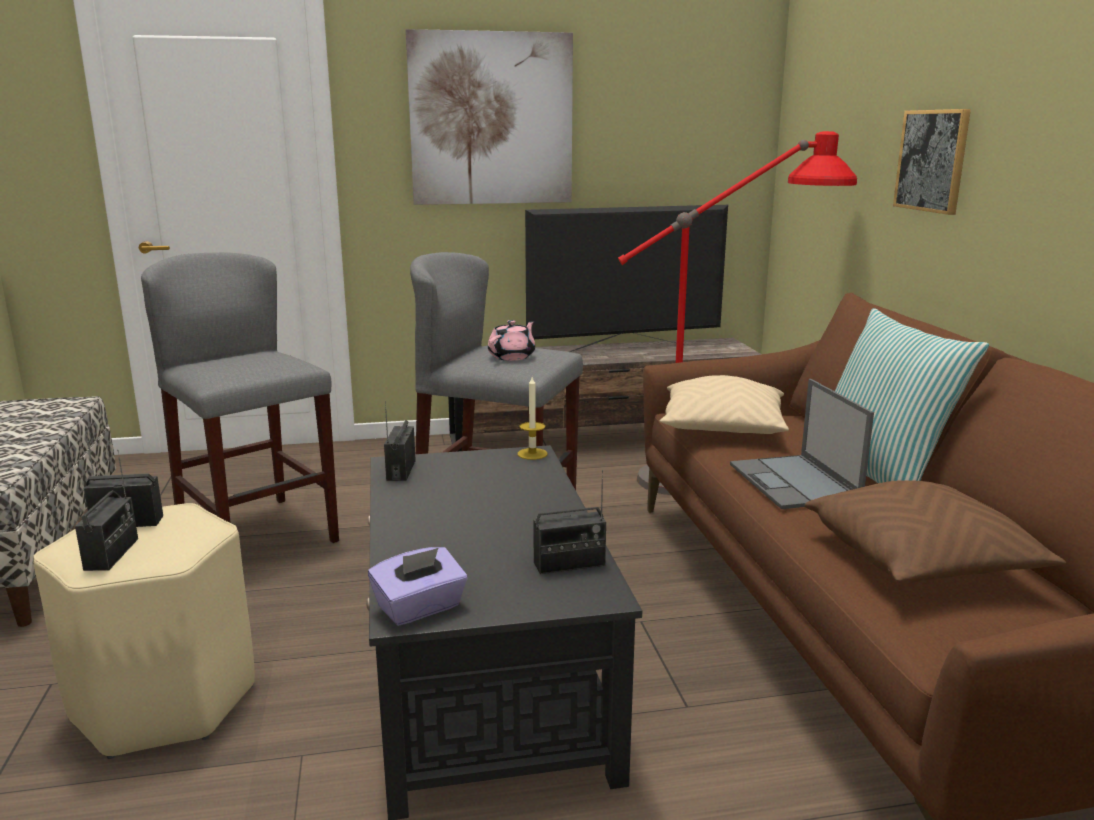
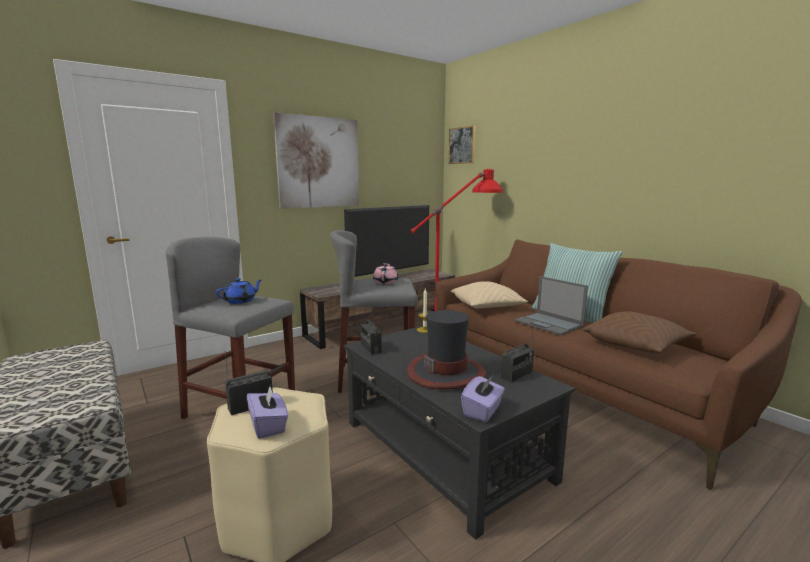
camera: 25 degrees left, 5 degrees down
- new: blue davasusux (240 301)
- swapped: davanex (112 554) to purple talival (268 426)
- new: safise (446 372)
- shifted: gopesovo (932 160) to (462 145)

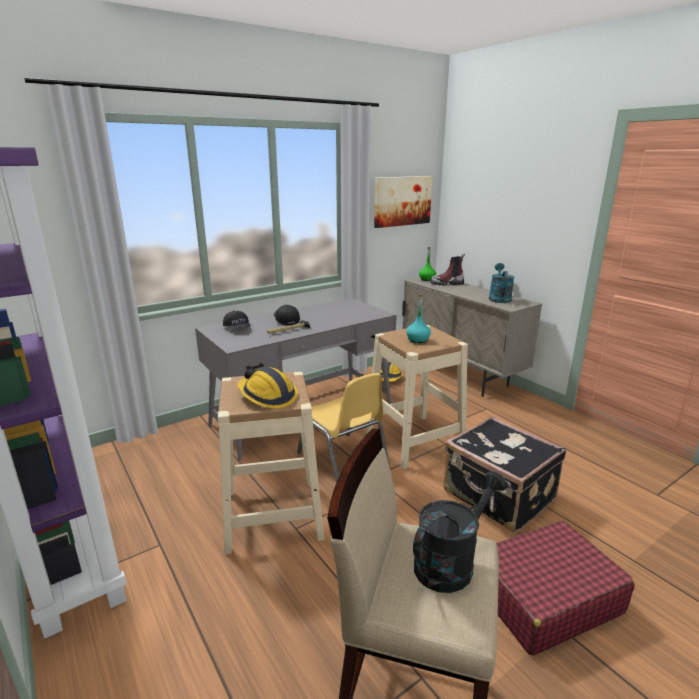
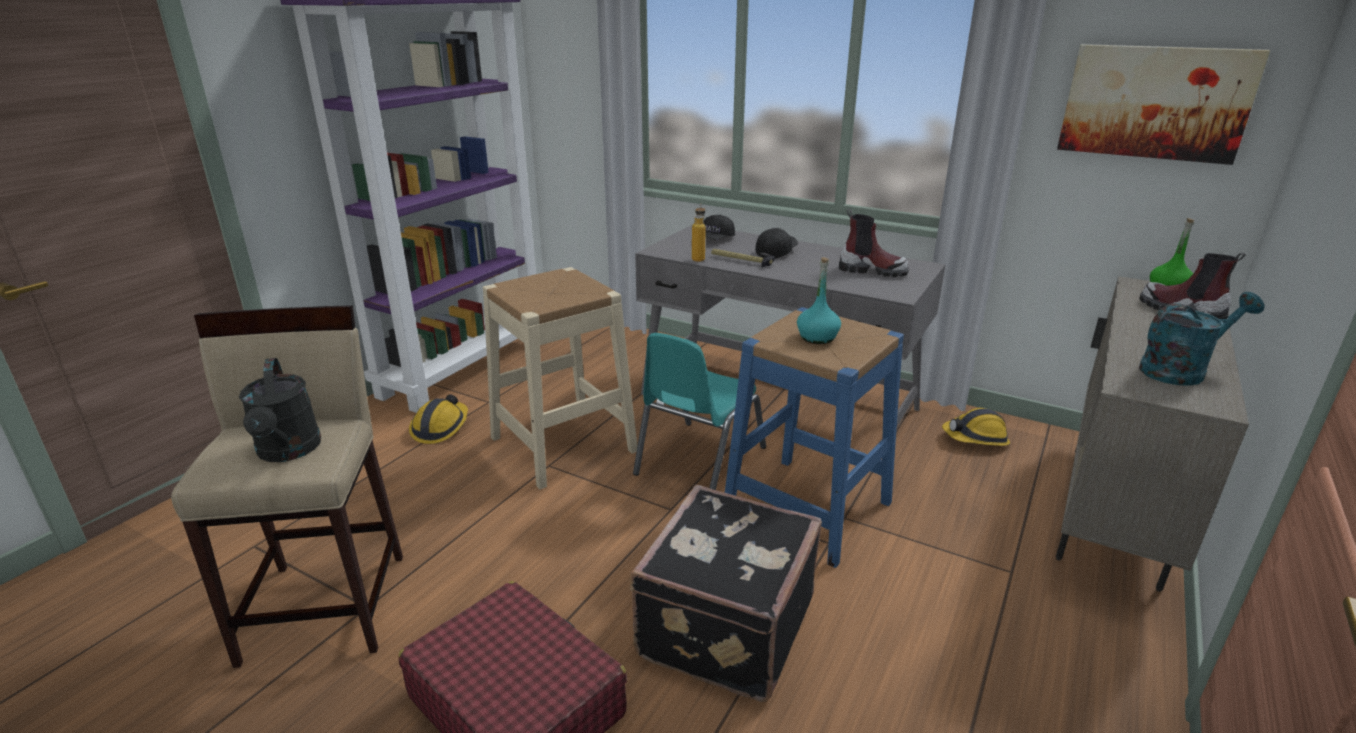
camera: 65 degrees right, 5 degrees up
- rotated: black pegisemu (451 561) = (288 452) 45 degrees clockwise
- shifted: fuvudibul (267 396) to (440 427)
- repainted: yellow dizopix (343 461) to turquoise dizopix (698 460)
- new: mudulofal (698 258)
- repainted: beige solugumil (414 440) to blue solugumil (807 508)
- new: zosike (872 270)

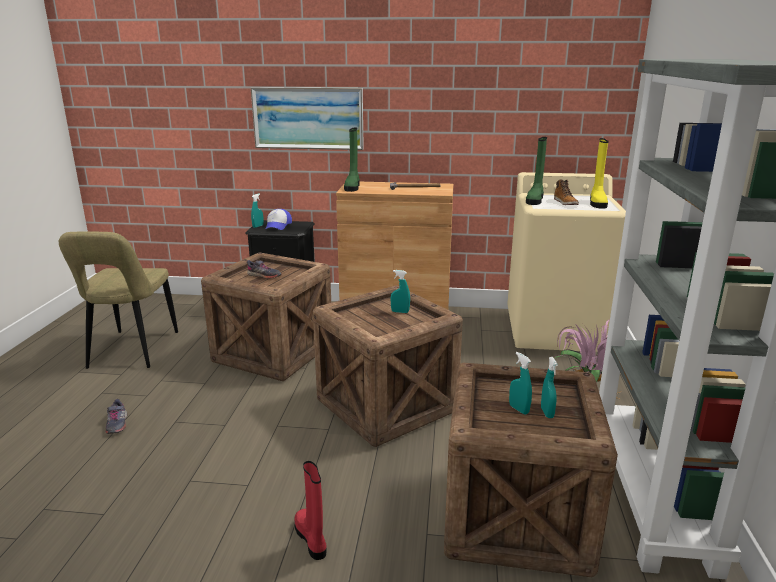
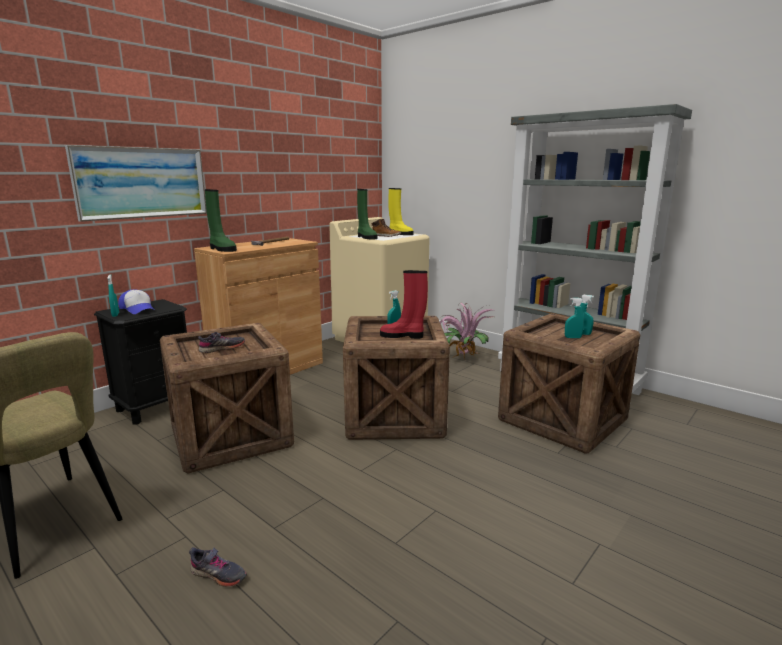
camera: 55 degrees left, 5 degrees down
- shifted: red zosike (312 539) to (403 336)

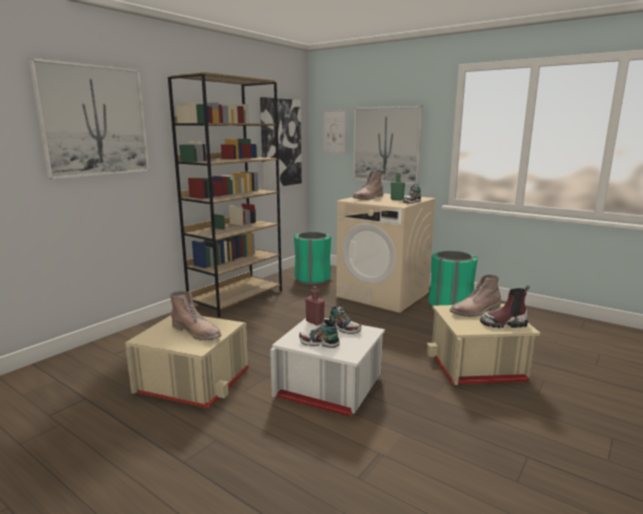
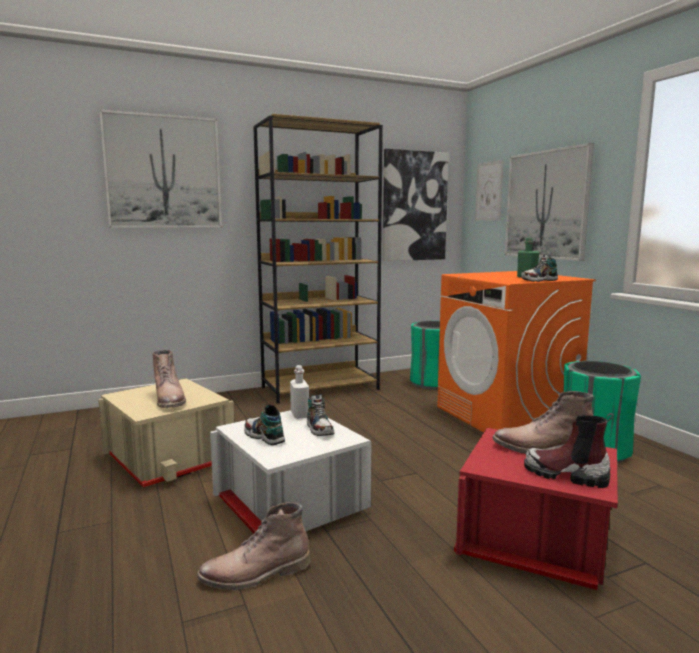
camera: 30 degrees right, 5 degrees down
- shifted: brown zosike (368 198) to (255 574)
- repainted: red mudulofal (315 322) to white mudulofal (299 414)
- repainted: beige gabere (383 294) to orange gabere (506 416)
- repainted: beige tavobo (477 366) to red tavobo (534 542)

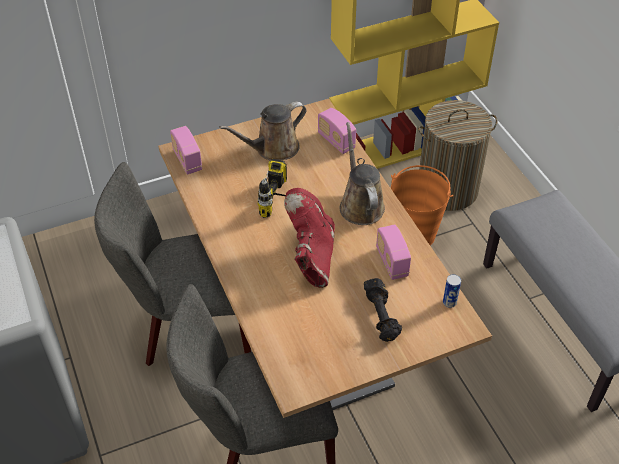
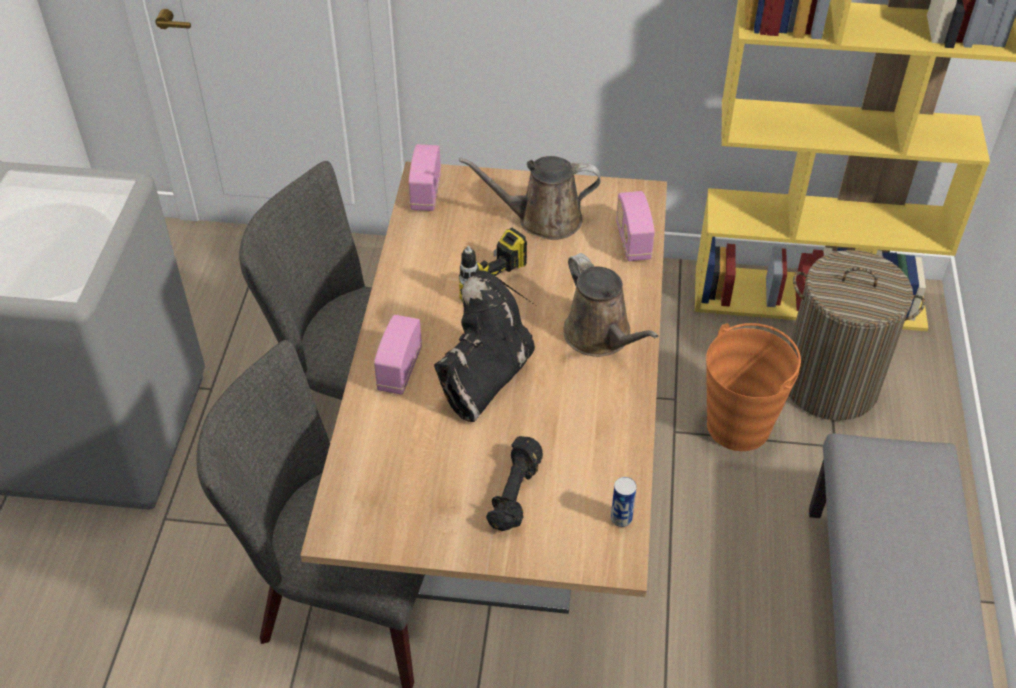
camera: 30 degrees right, 0 degrees up
- shifted: davanex (391 262) to (399 369)
- repainted: red zosike (311 258) to black zosike (484 378)
- rotated: brown pegisemu (360 204) = (601 336) 135 degrees clockwise

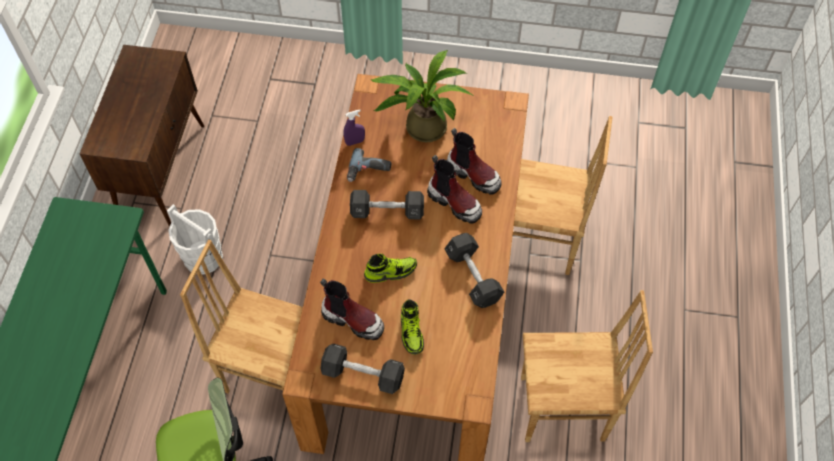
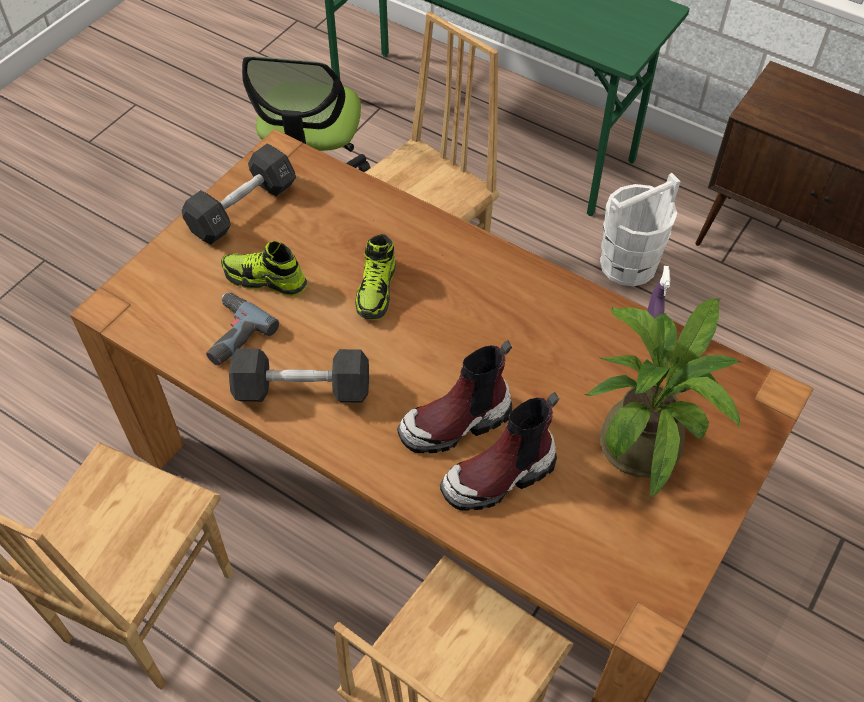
camera: 115 degrees right, 5 degrees down
- shifted: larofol (369 171) to (230 334)
- gone: zosike (353 319)
- gone: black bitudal (387 212)

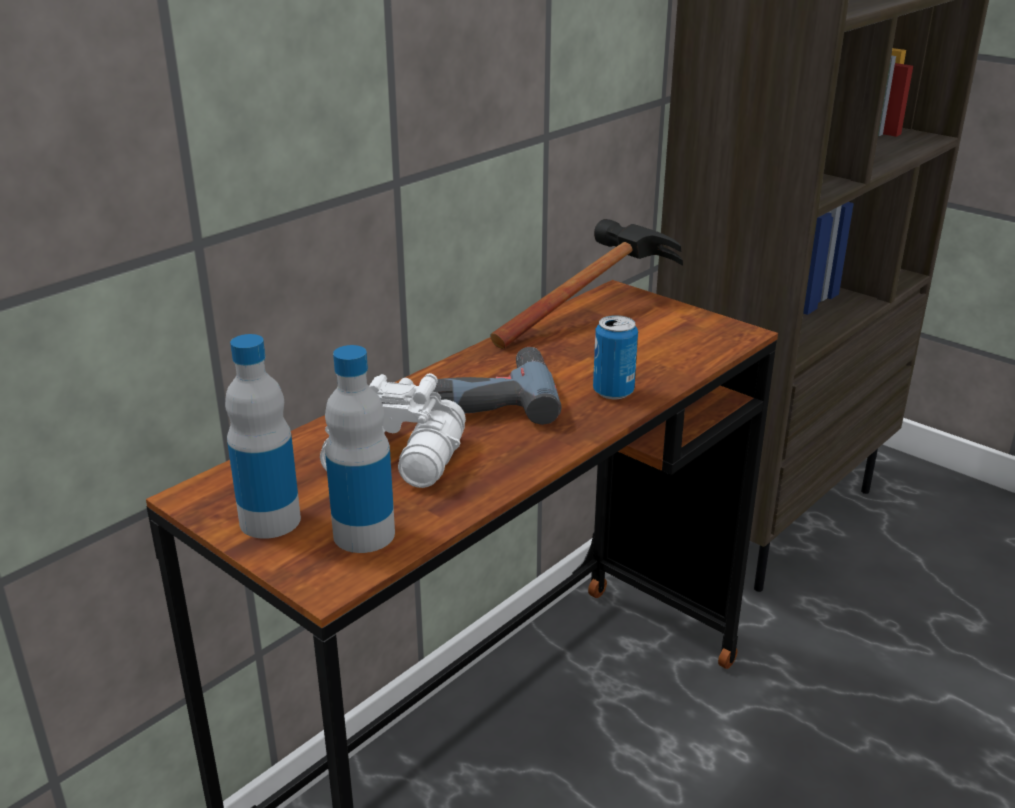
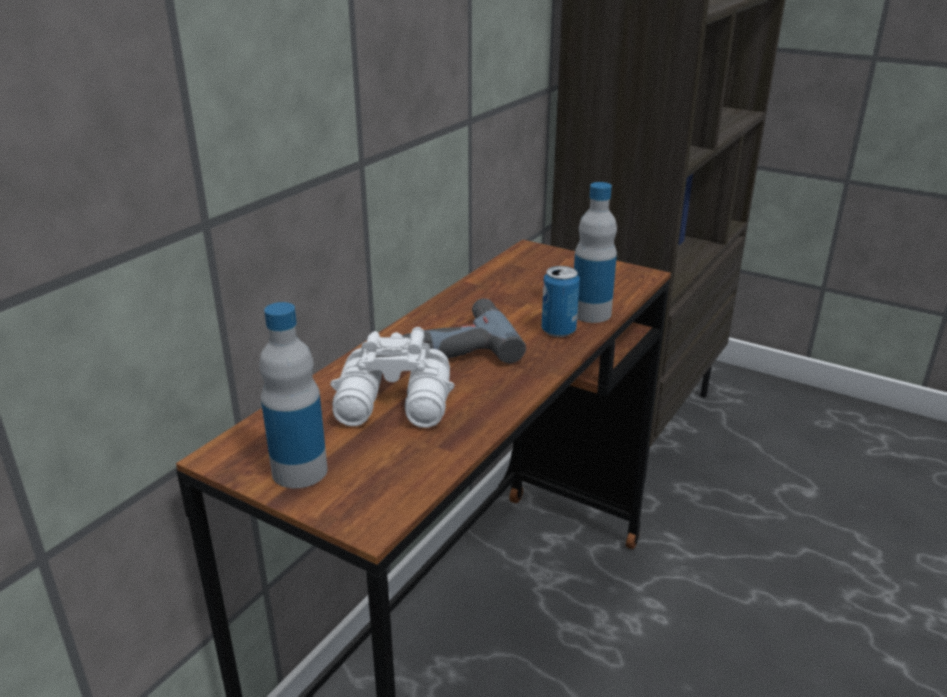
camera: 10 degrees left, 0 degrees up
- shifted: mudulofal (364 534) to (591 313)
- gone: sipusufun (593 310)

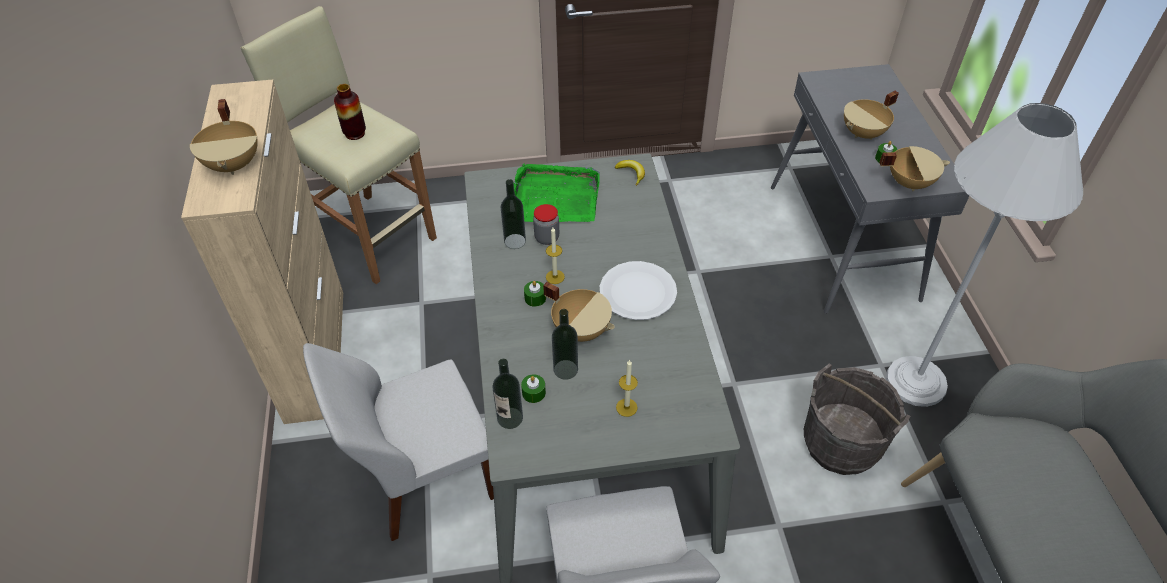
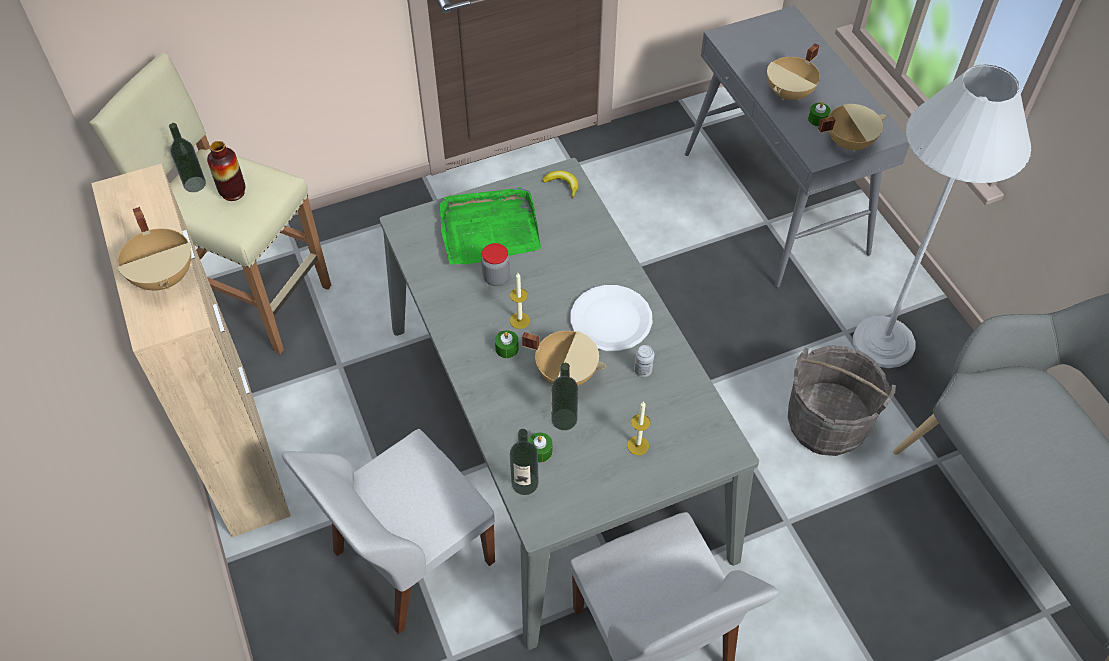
camera: 15 degrees left, 5 degrees up
- shifted: mudulofal (515 241) to (194 184)
- new: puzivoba (643 370)

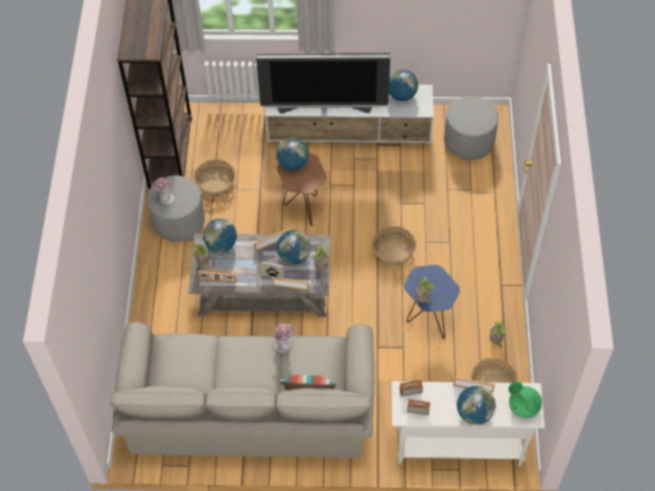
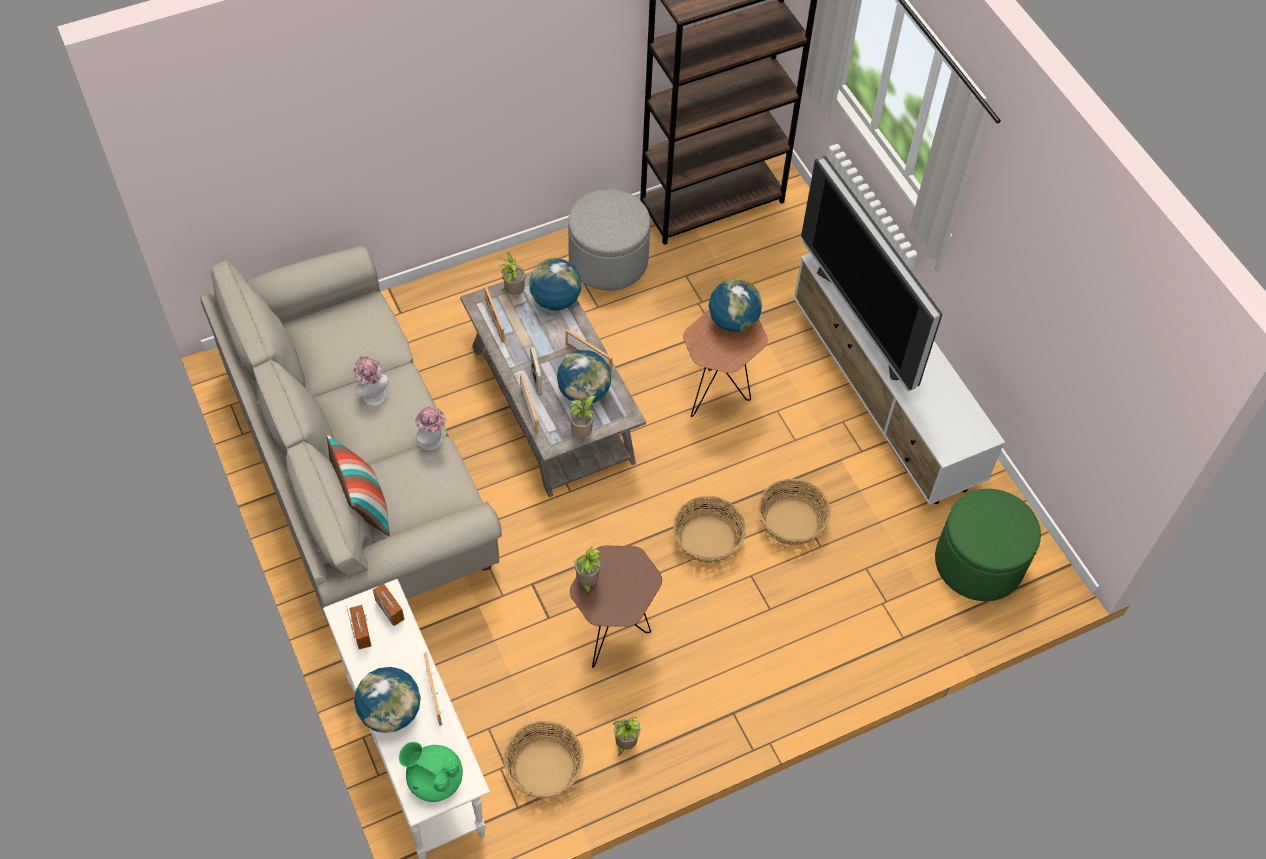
camera: 60 degrees right, 0 degrees up
- shifted: safise (164 199) to (372 393)
- rotated: green davasusux (523 406) = (434 779) 75 degrees counterclockwise
- repainted: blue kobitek (428 319) to brown kobitek (614 633)
- shifted: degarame (216 184) to (792 522)
- repainted: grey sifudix (469 141) to green sifudix (978 563)
- gone: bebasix (401 95)

